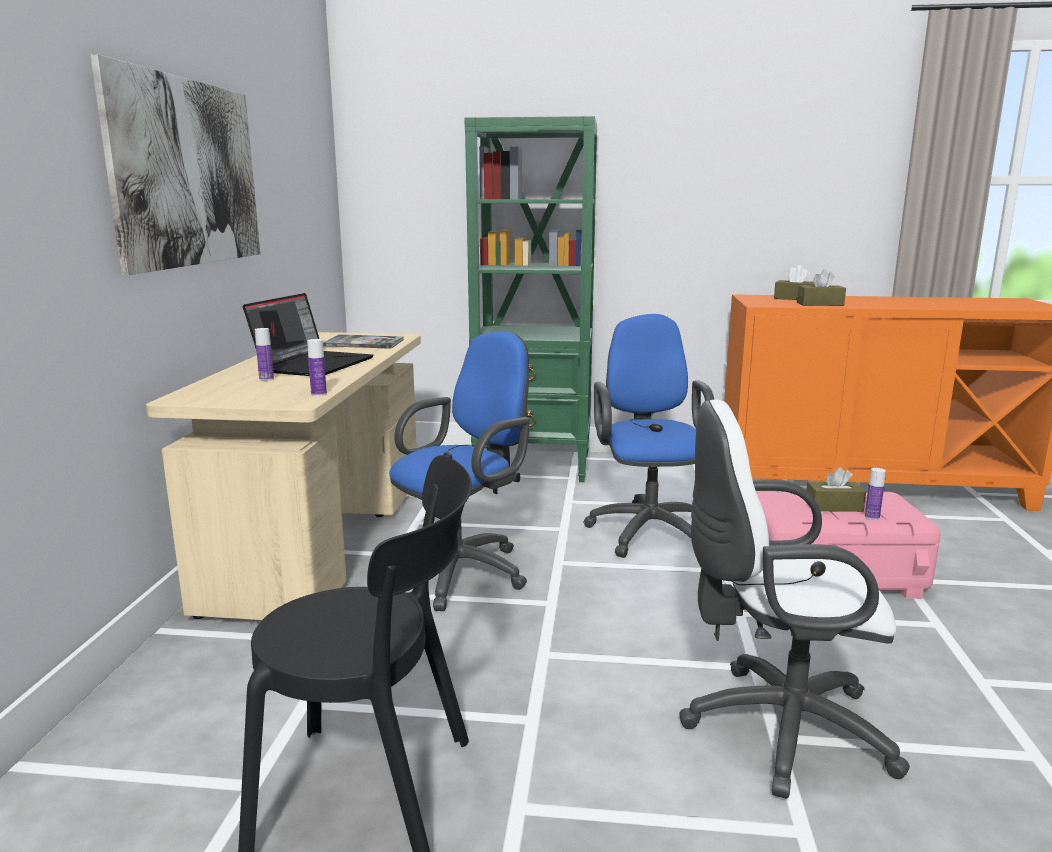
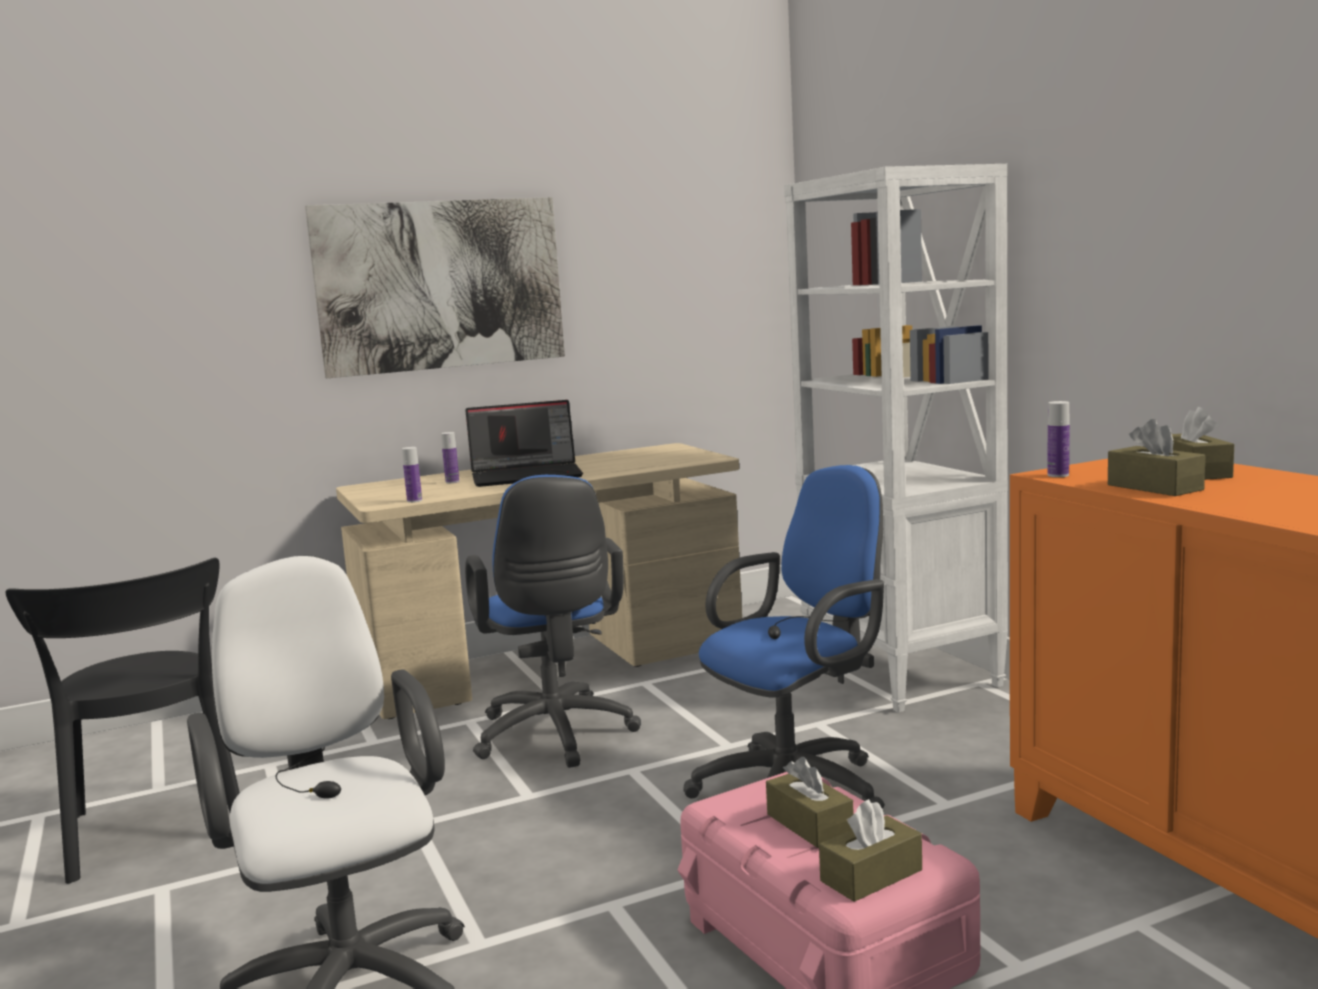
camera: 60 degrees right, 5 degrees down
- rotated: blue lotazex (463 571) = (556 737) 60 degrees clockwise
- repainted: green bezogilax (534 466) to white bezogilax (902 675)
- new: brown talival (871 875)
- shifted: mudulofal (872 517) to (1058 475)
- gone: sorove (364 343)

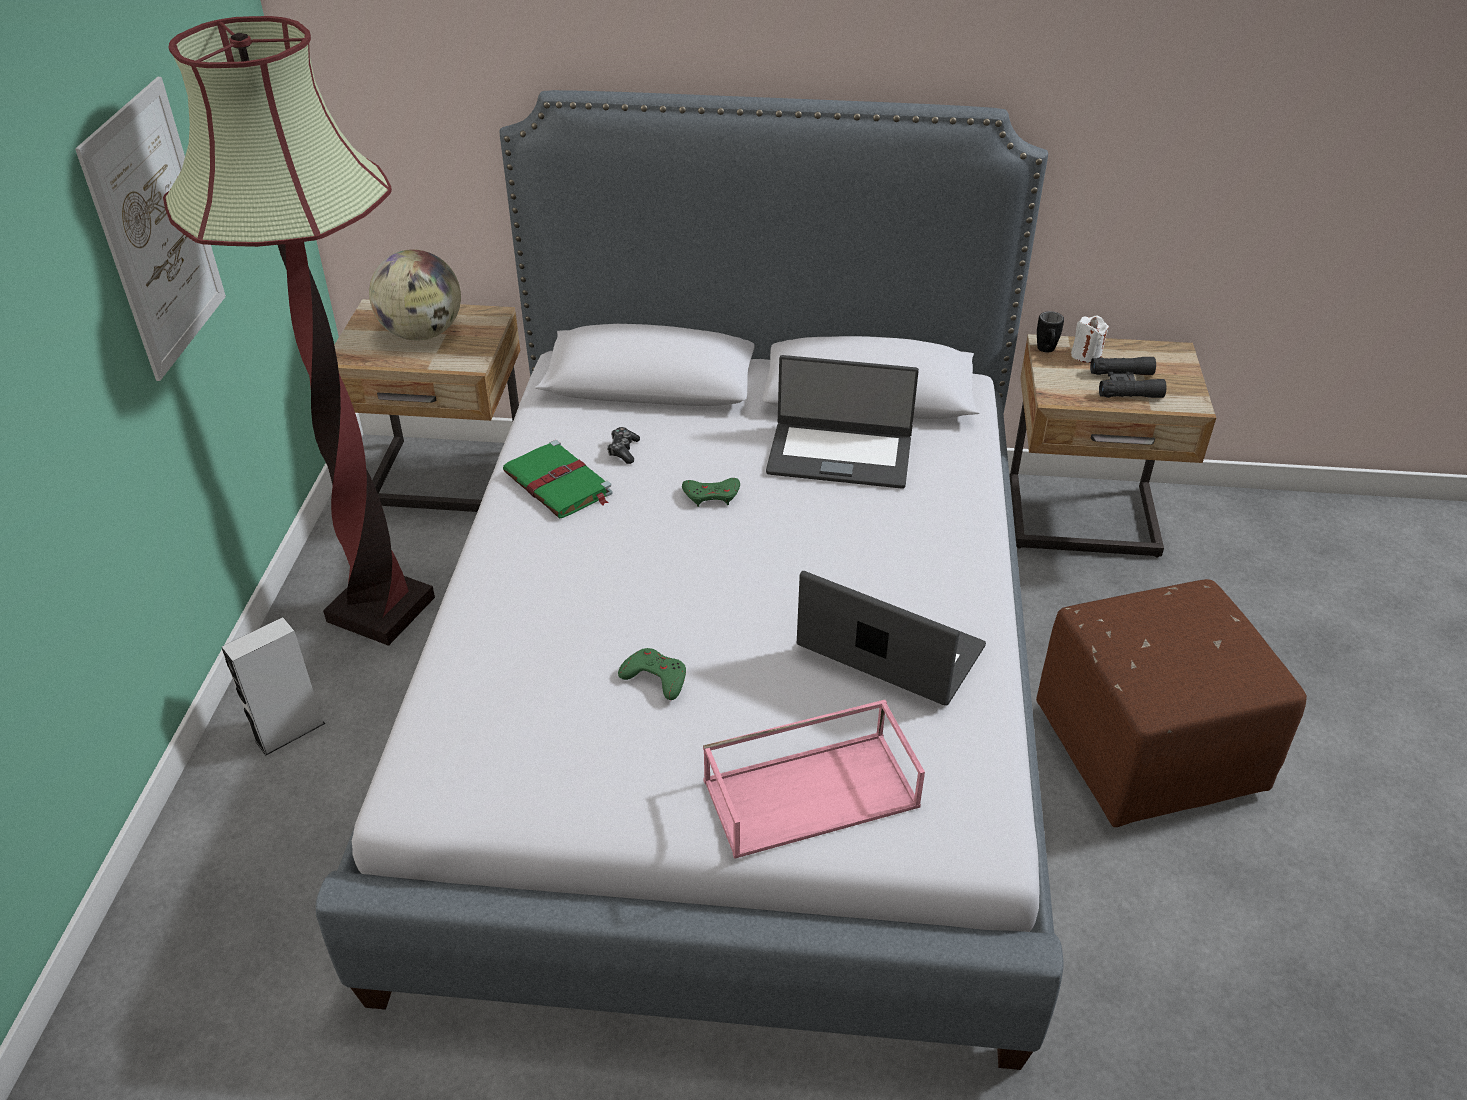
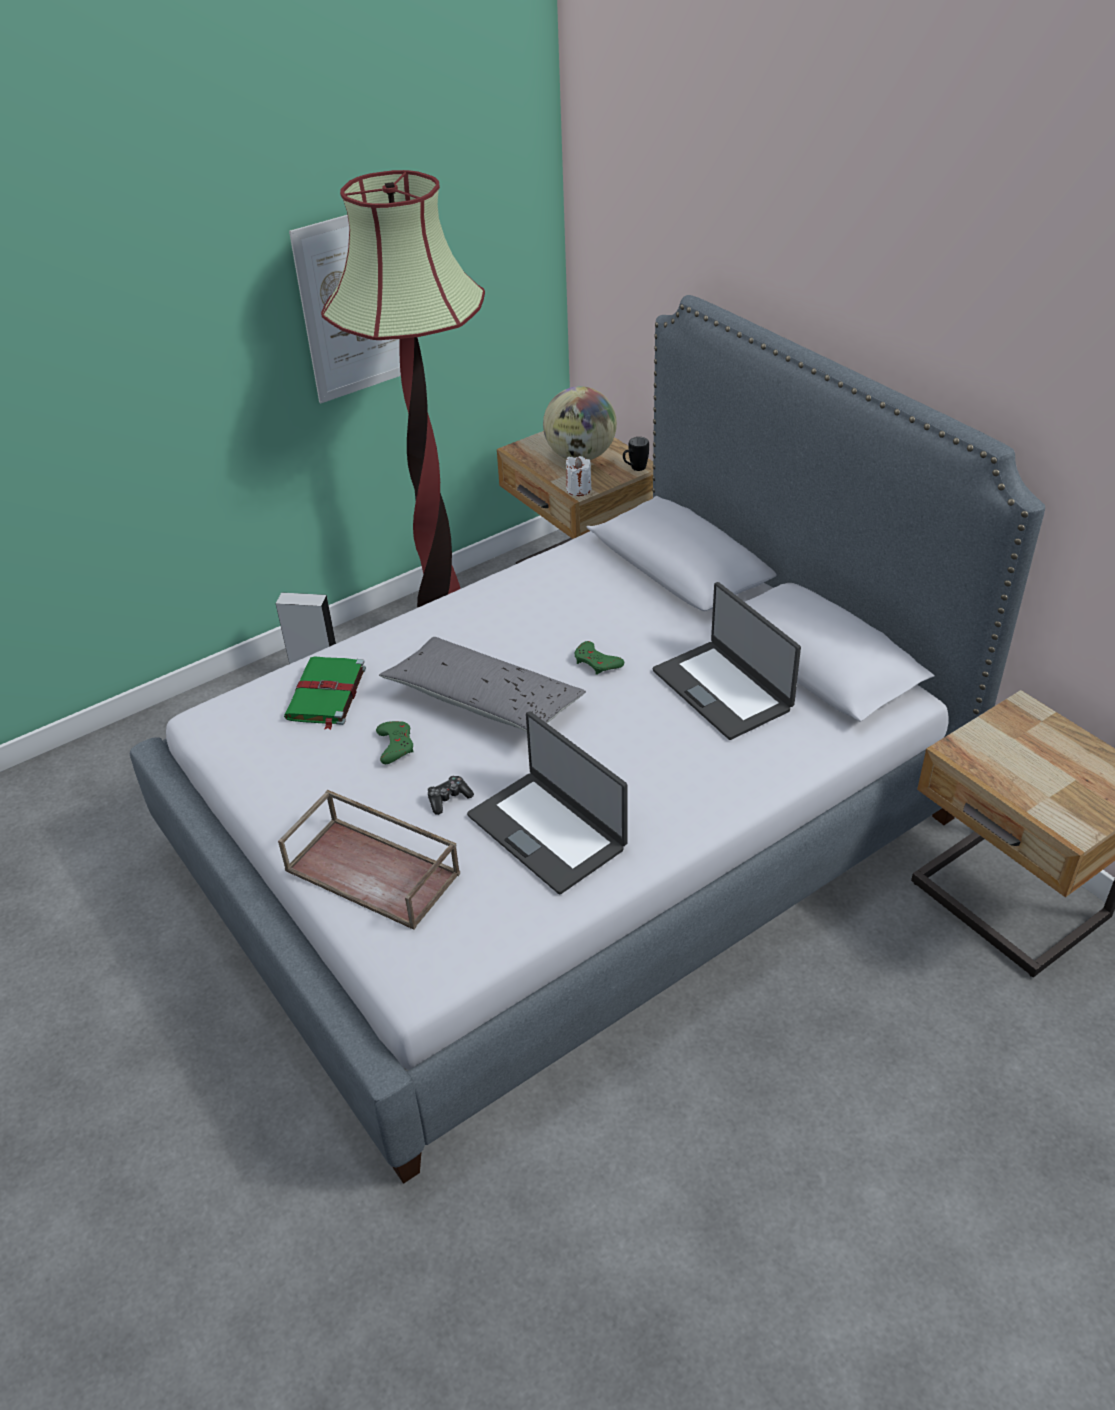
camera: 50 degrees right, 0 degrees up
- repainted: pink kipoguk (812 791) to brown kipoguk (375 871)
- shifted: green sorove (559 484) to (326 695)
- new: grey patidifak (484 701)
- shifted: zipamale (623 450) to (448 799)
- rotated: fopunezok (889 649) = (548 831) 150 degrees clockwise
- shifted: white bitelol (1086 355) to (578 489)
- shifted: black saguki (1046 351) to (634 469)
- gone: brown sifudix (1148 748)
- gone: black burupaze (1125 384)

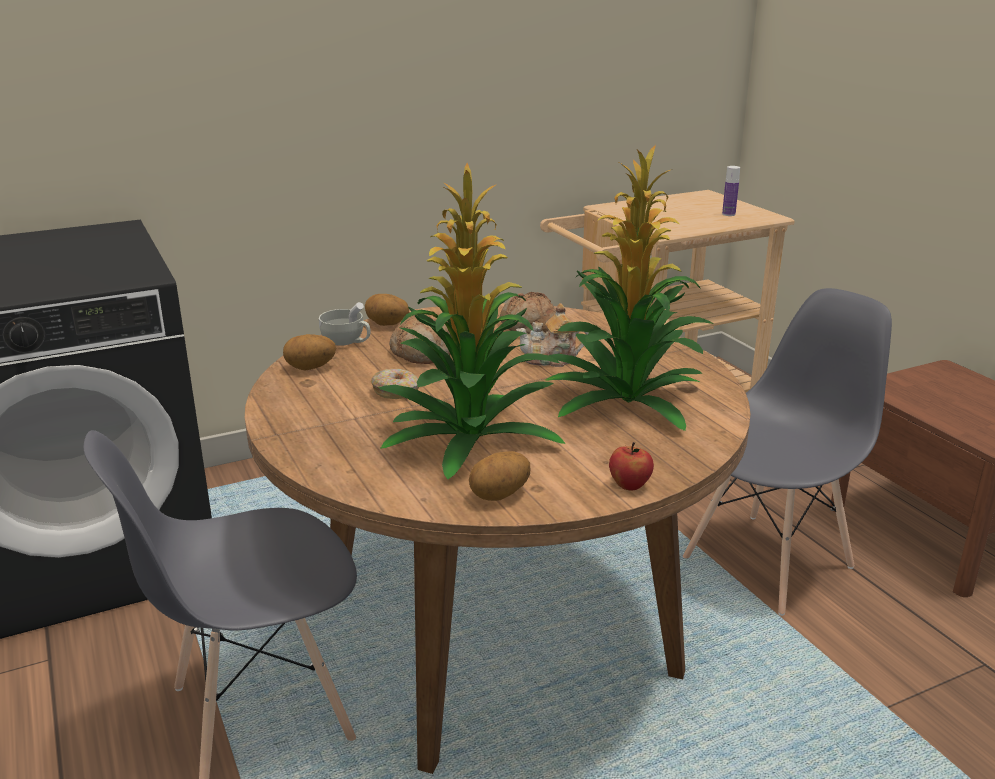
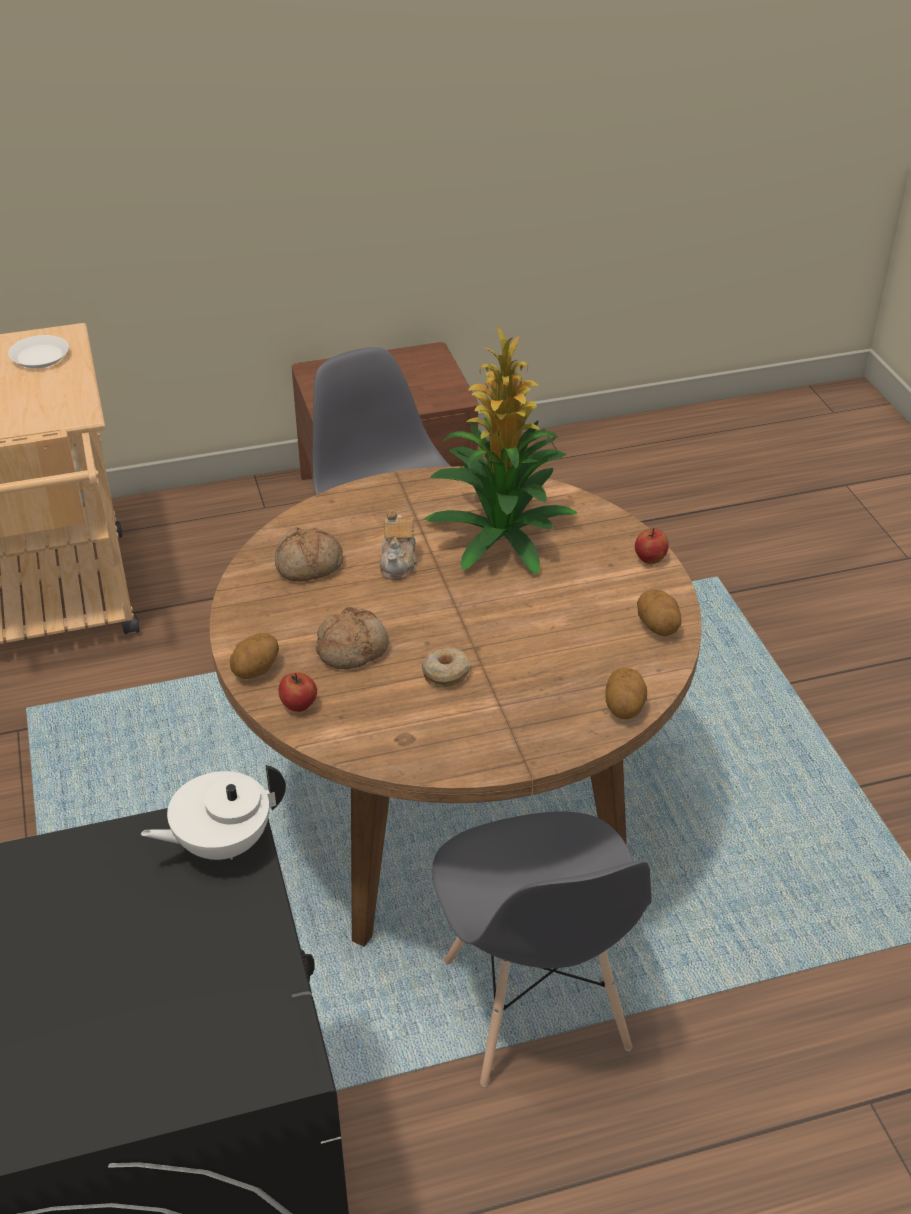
camera: 80 degrees left, 15 degrees up
- swapped: mudulofal (728 214) to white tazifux (40 357)
- new: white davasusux (221 843)
- swapped: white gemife (347 342) to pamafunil (299 705)
- shifted: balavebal (310 368) to (624 708)
- gone: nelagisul (467 436)

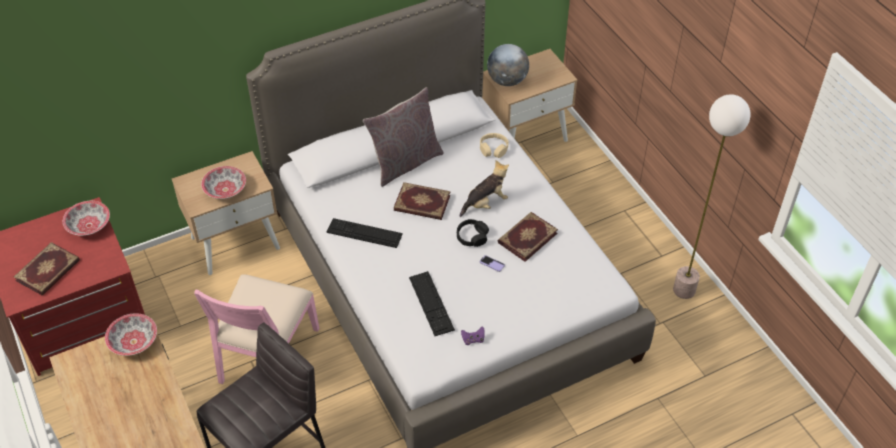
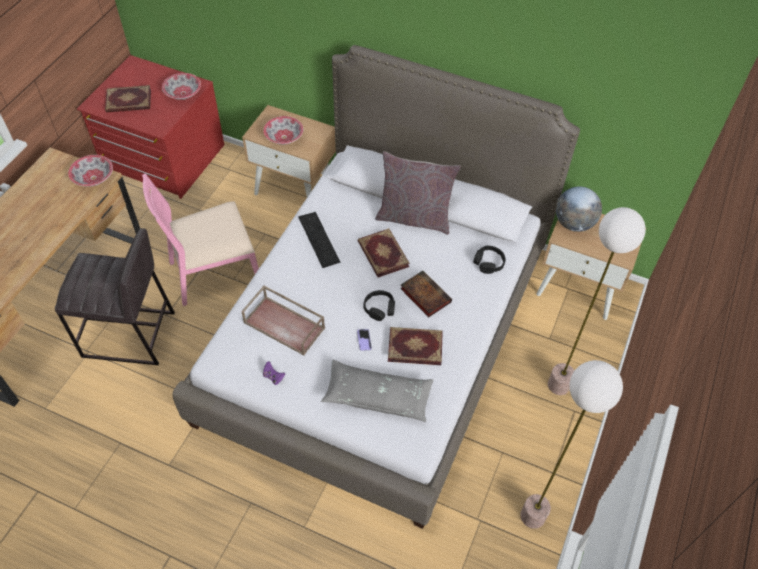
camera: 50 degrees right, 5 degrees up
- swapped: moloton (431 303) to brown kipoguk (285 325)
- new: grey patidifak (377 396)
- swapped: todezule (485 203) to sorove (424 295)
- repainted: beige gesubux (493 149) to black gesubux (488 263)
- new: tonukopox (558 385)

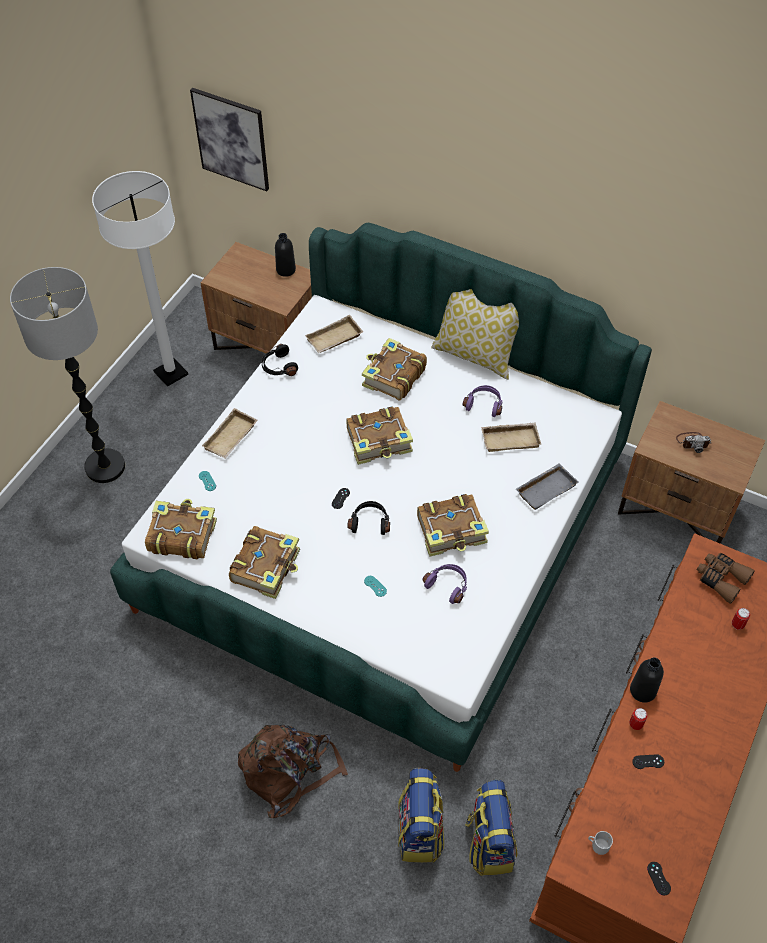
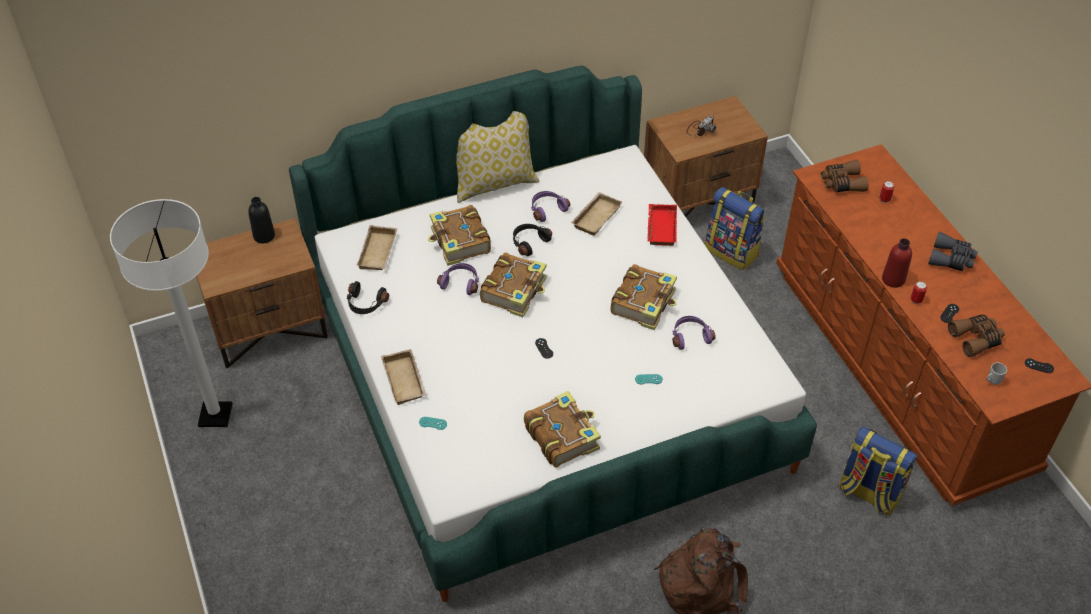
camera: 50 degrees left, 5 degrees down
- new: purple gesubux (461 283)
- shifted: black gesubux (370 522) to (529 242)
- repainted: grey kipoguk (545 488) to red kipoguk (660 227)
- shifted: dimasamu (420 832) to (732 251)
- repainted: black mudulofal (643 690) to red mudulofal (893 279)
- new: grey burupaze (951 259)
- new: brown burupaze (976 338)
- gone: tonukopox (105 466)
- gone: sorove (181 535)
- gone: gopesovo (231 139)

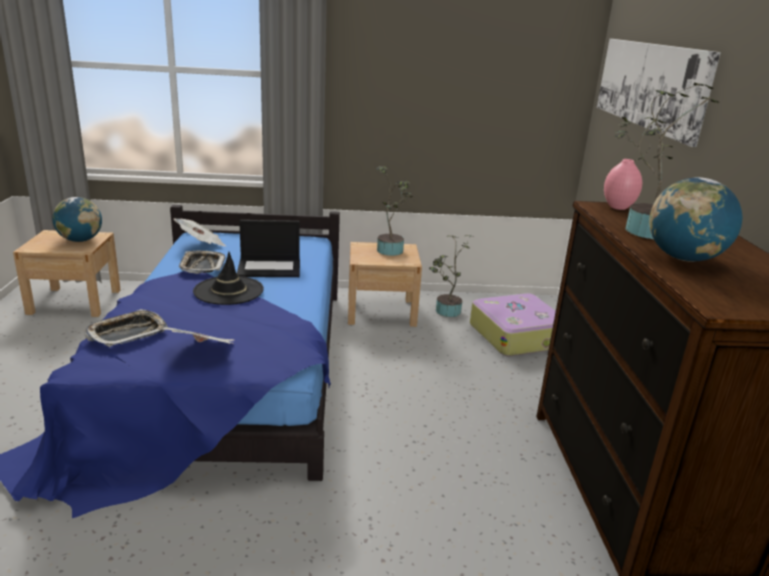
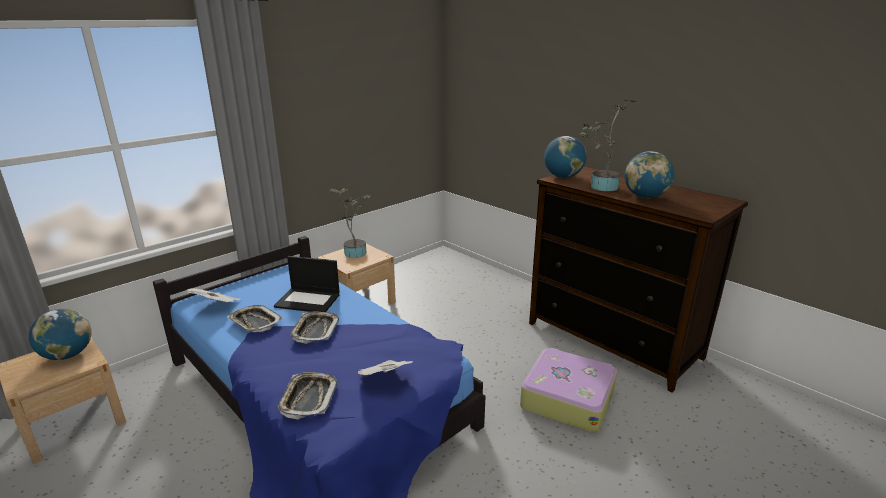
camera: 40 degrees left, 0 degrees up
- rotated: fopunezok (270 268) = (308 300) 60 degrees clockwise
- swapped: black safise (228 291) to kipoguk (315 330)
- shifted: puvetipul (517 335) to (567 398)
- swapped: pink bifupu (618 207) to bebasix (563 177)
- gone: nelagisul (446 312)
- gone: gopesovo (649 85)

